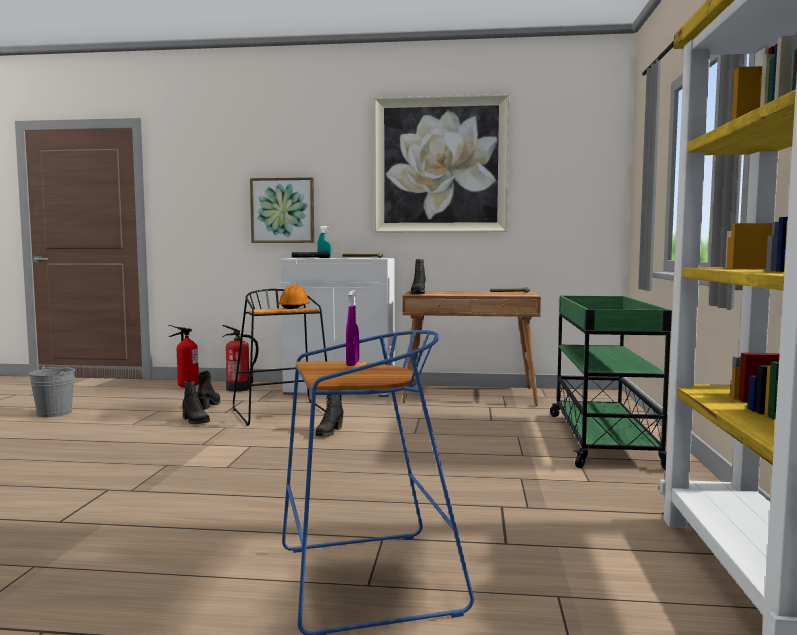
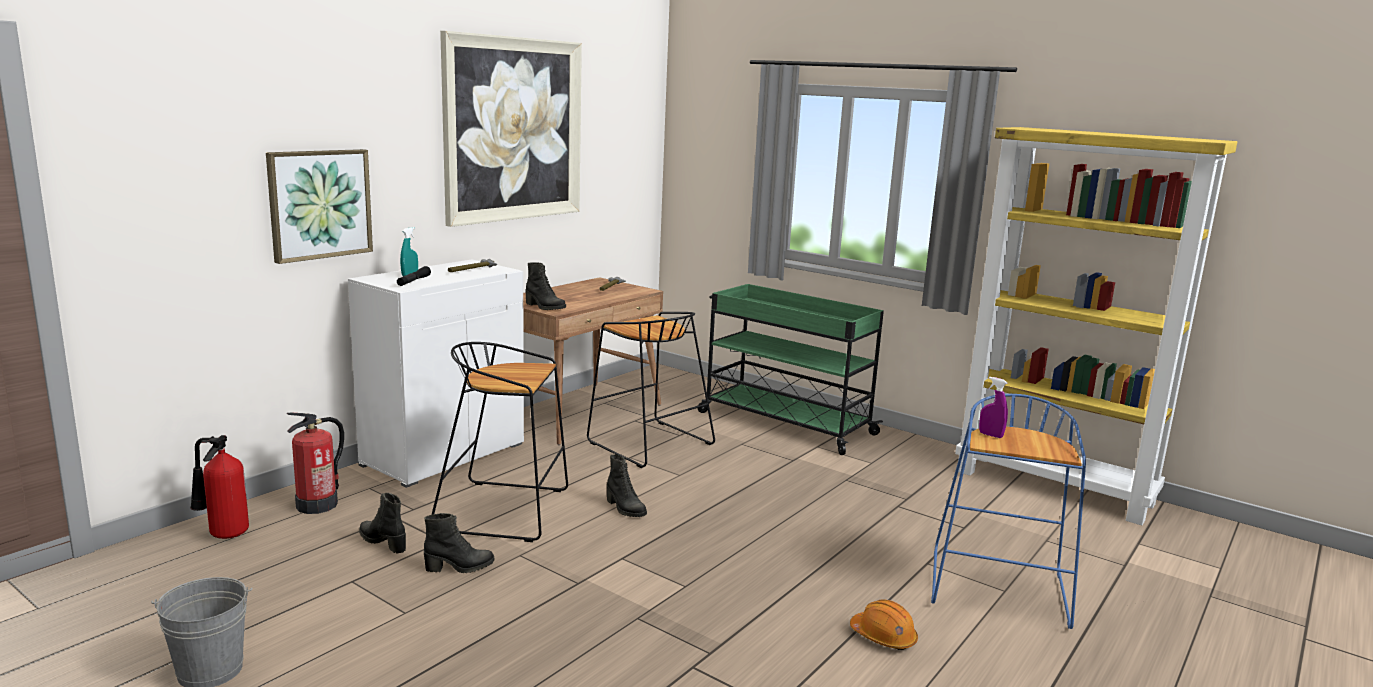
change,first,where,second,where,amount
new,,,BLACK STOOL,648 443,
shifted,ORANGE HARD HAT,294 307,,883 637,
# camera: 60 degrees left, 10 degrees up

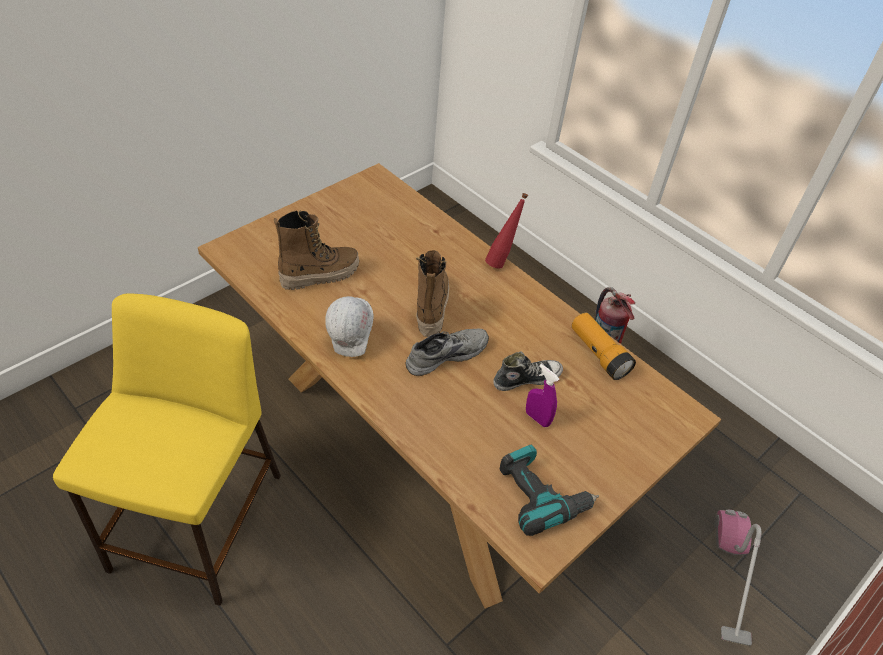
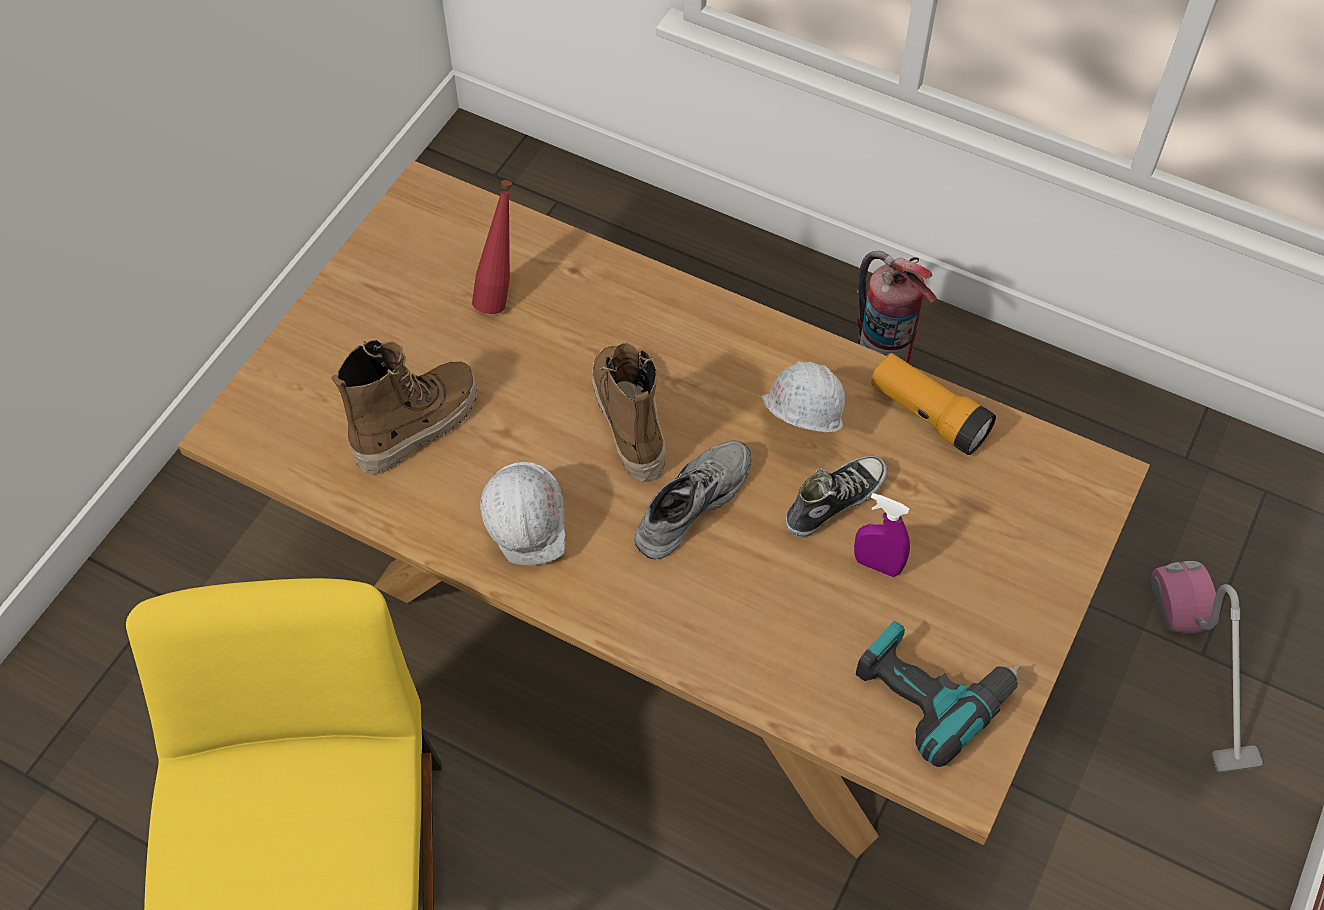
change,first,where,second,where,amount
new,,,WHITE HARD HAT,797 430,
shifted,RED BOTTLE,501 261,,500 294,
# camera: 15 degrees left, 10 degrees up

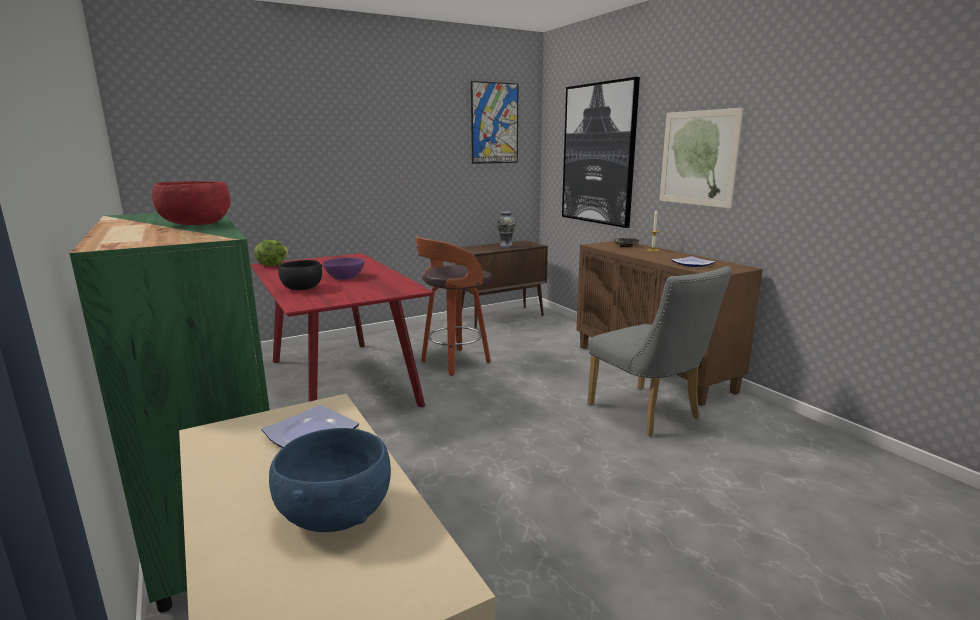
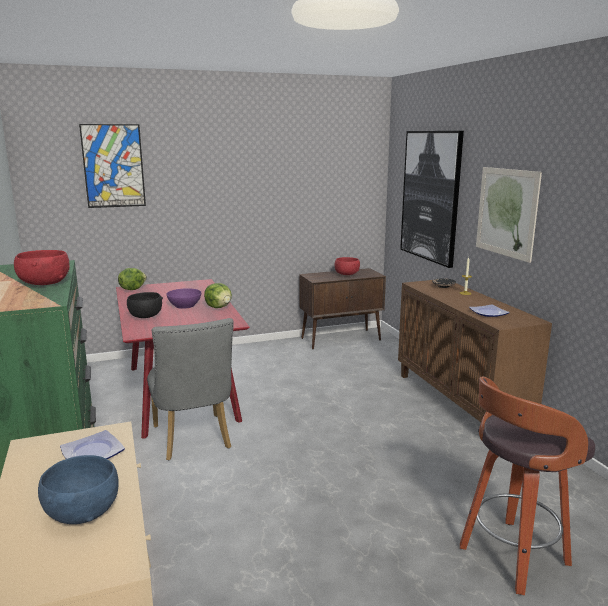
change,first,where,second,where,amount
new,,,LETTUCE,219 307,
shifted,STOOL,454 363,,512 557,
shifted,PICTURE,494 123,,113 166,
shifted,GREY CHAIR,649 414,,193 440,
swapped,VASE,506 246,RED BOWL,346 274,
# camera: 10 degrees right, 0 degrees up

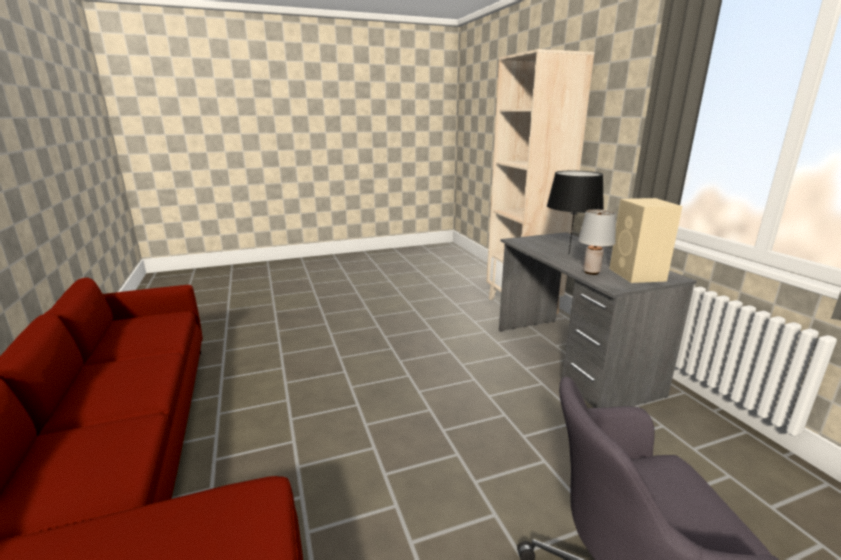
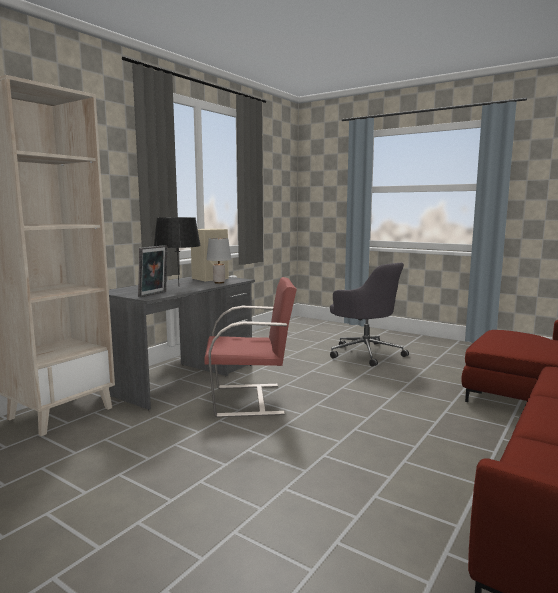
change,first,where,second,where,amount
new,,,PICTURE FRAME,154 294,
new,,,RED CHAIR,250 400,
# camera: 125 degrees left, 10 degrees down

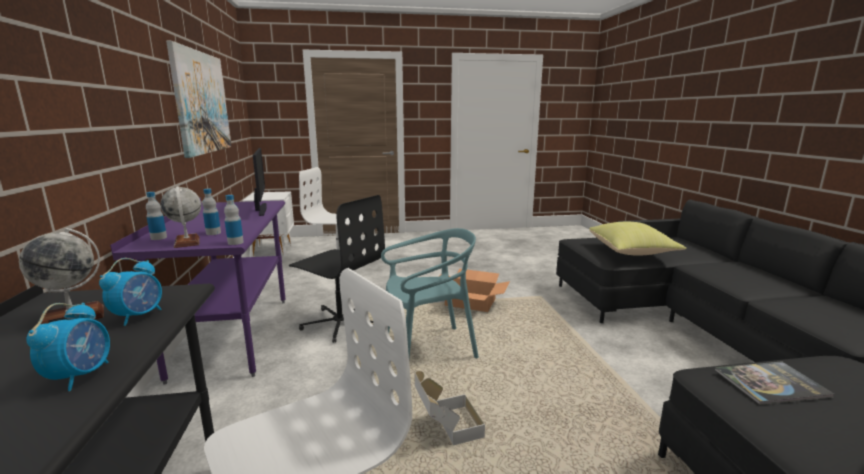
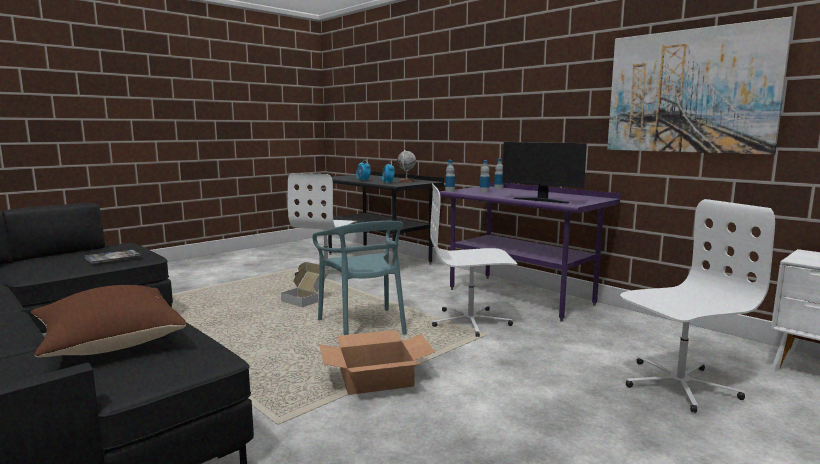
change,first,where,second,where,amount
gone,GLOBE,187 242,,,
repainted,BLACK OFFICE CHAIR,340 322,WHITE OFFICE CHAIR,471 322,
repainted,YELLOW PILLOW,632 253,BROWN PILLOW,109 344,
rotated,TURQUOISE CHAIR,428 349,,363 326,60 degrees counterclockwise
# camera: 145 degrees right, 5 degrees down

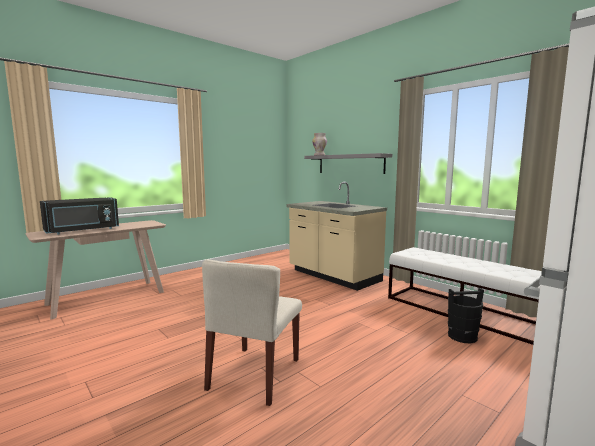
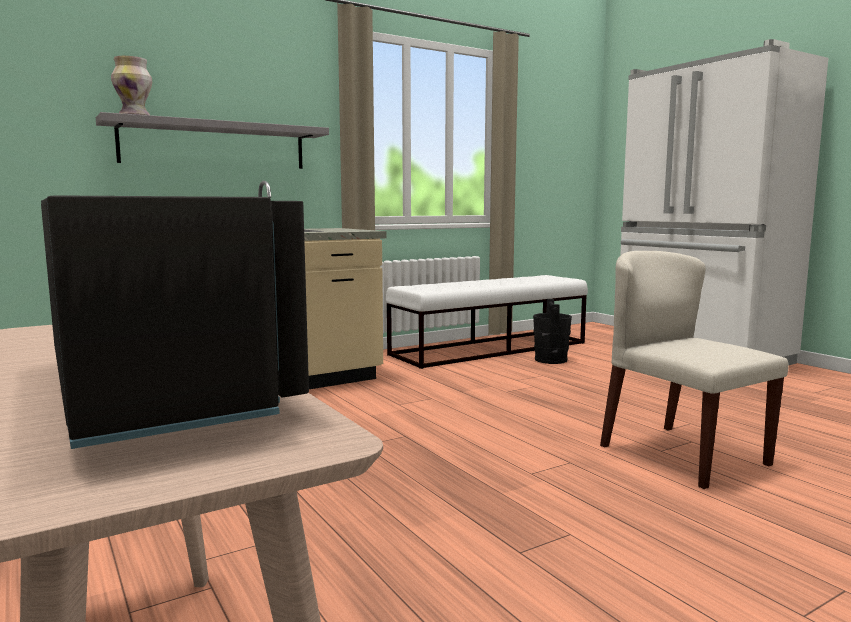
change,first,where,second,where,amount
rotated,BEIGE CHAIR,255 374,,681 454,150 degrees counterclockwise
# camera: 80 degrees left, 0 degrees up

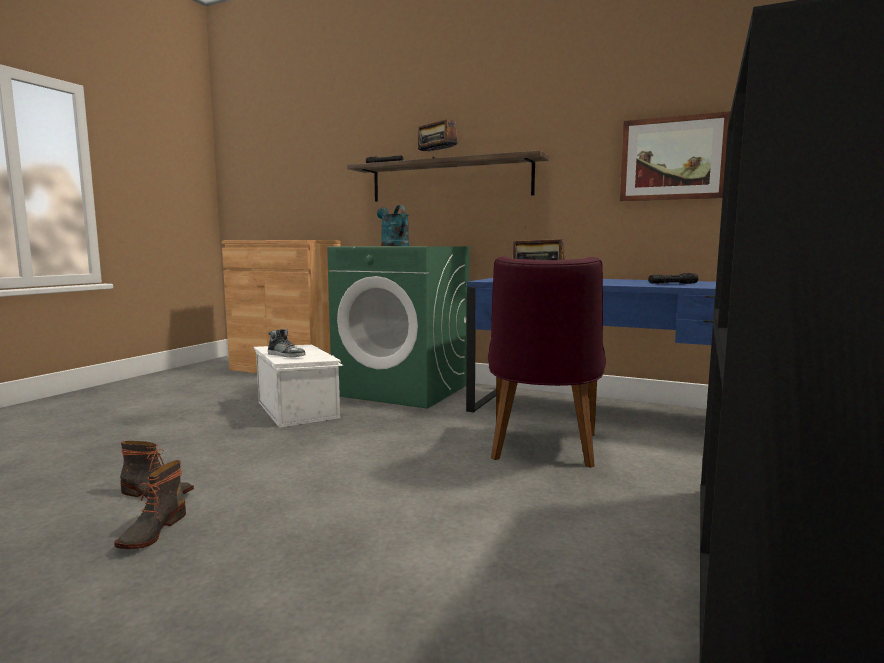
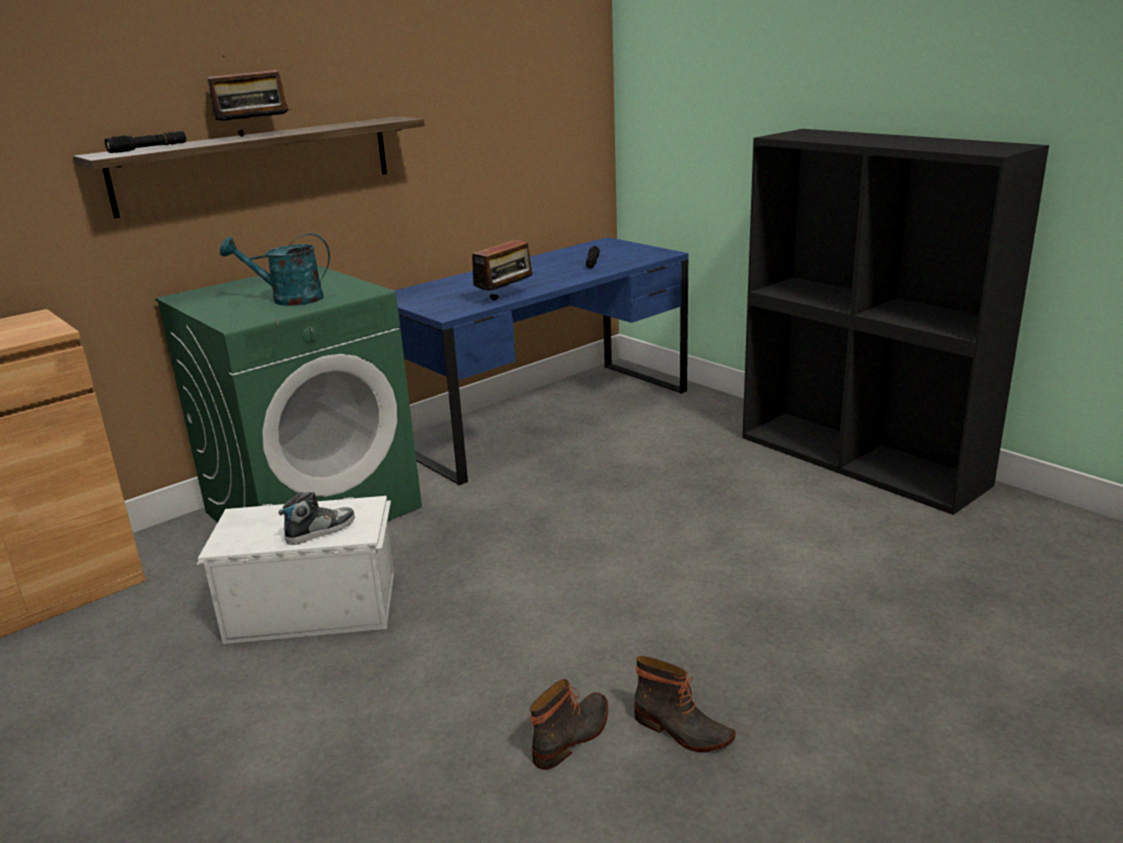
change,first,where,second,where,amount
gone,PURPLE CHAIR,542 450,,,
gone,PICTURE,673 159,,,
# camera: 65 degrees left, 15 degrees up

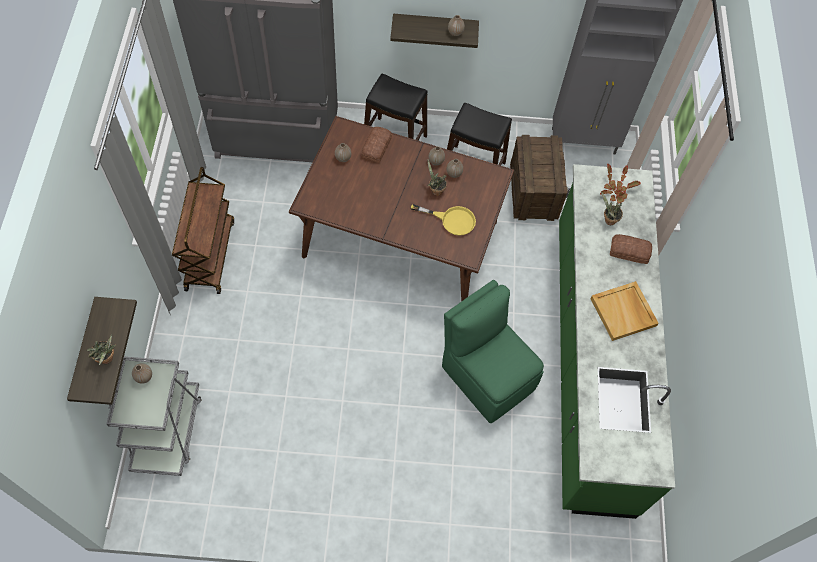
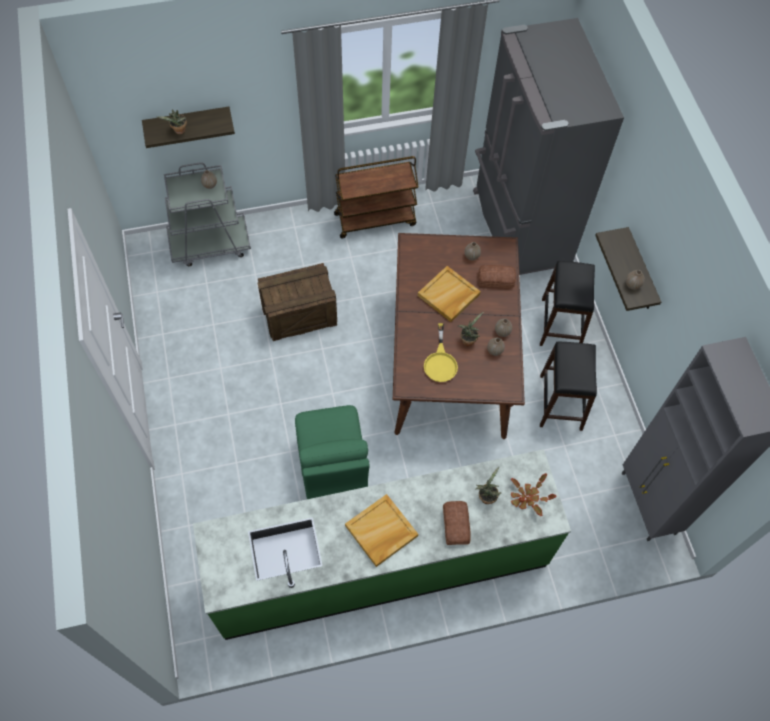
change,first,where,second,where,amount
new,,,BEIGE TRAY,448 295,
shifted,CRATE,533 191,,300 315,
rotated,GREEN CHAIR,486 375,,332 469,135 degrees clockwise
# camera: 75 degrees right, 0 degrees up

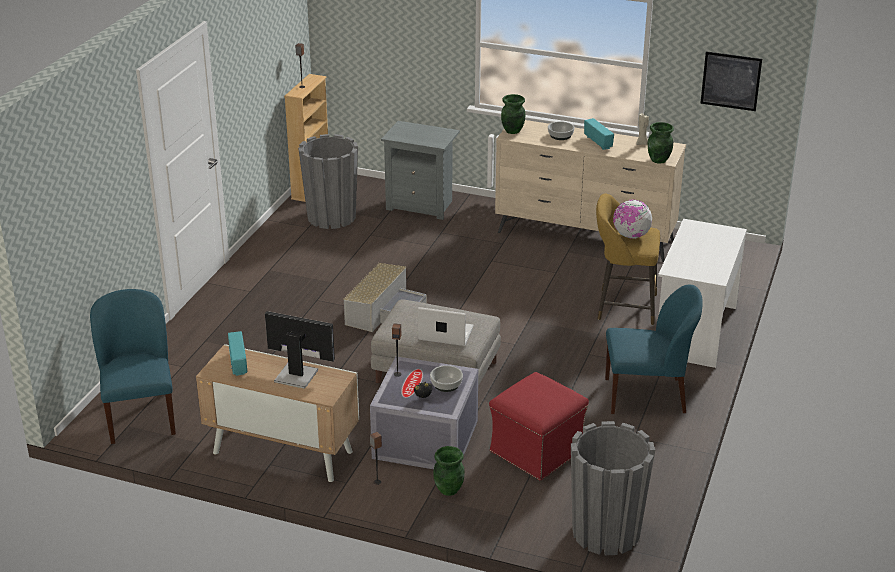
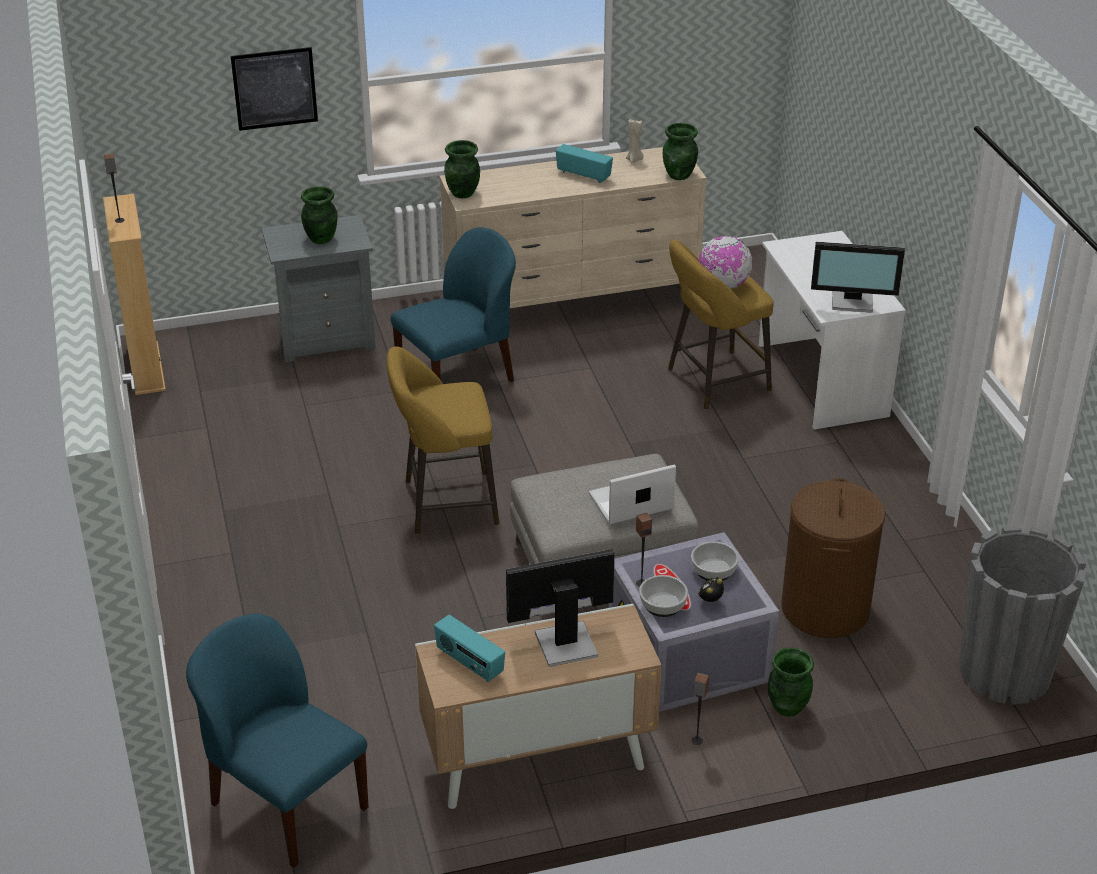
change,first,where,second,where,amount
gone,GREY PLANTER,331 217,,,
new,,,GREEN VASE,321 239,
new,,,MONITOR,853 301,
shifted,BOWL,560 135,,662 604,
shifted,BLUE CHAIR,647 396,,458 378,
shifted,PICTURE,731 81,,274 88,
swapped,GREY STORAGE BOX,385 311,YELLOW STOOL,444 504,
swapped,RED OTTOMAN,536 451,BROWN LAUNDRY BASKET,825 609,
# camera: 35 degrees left, 5 degrees up

